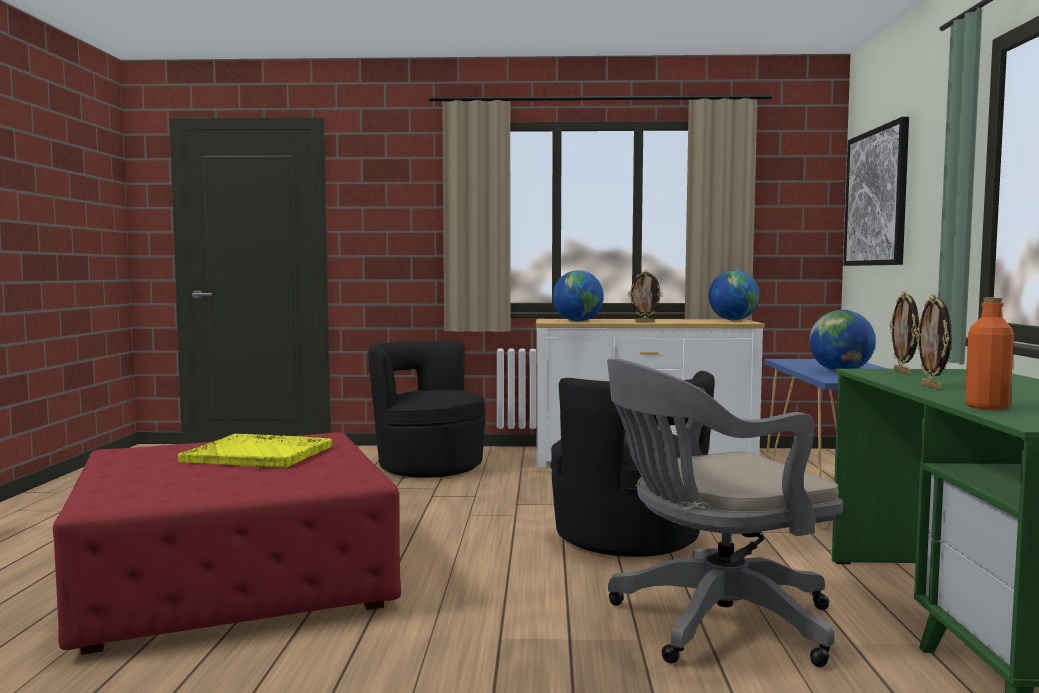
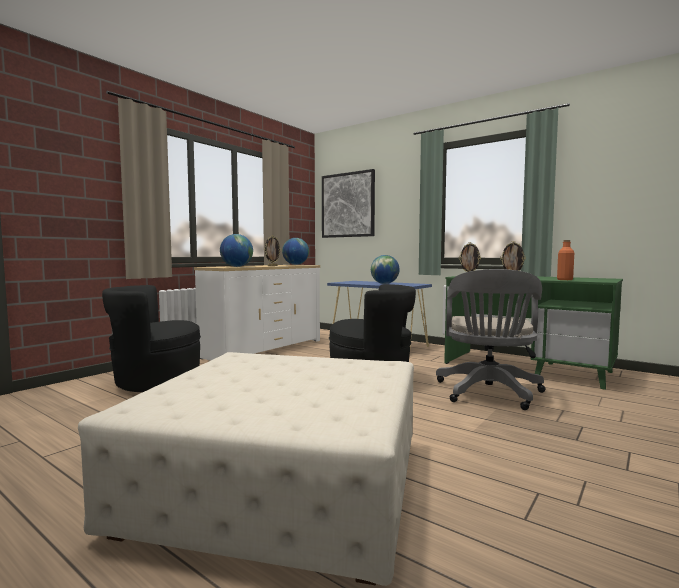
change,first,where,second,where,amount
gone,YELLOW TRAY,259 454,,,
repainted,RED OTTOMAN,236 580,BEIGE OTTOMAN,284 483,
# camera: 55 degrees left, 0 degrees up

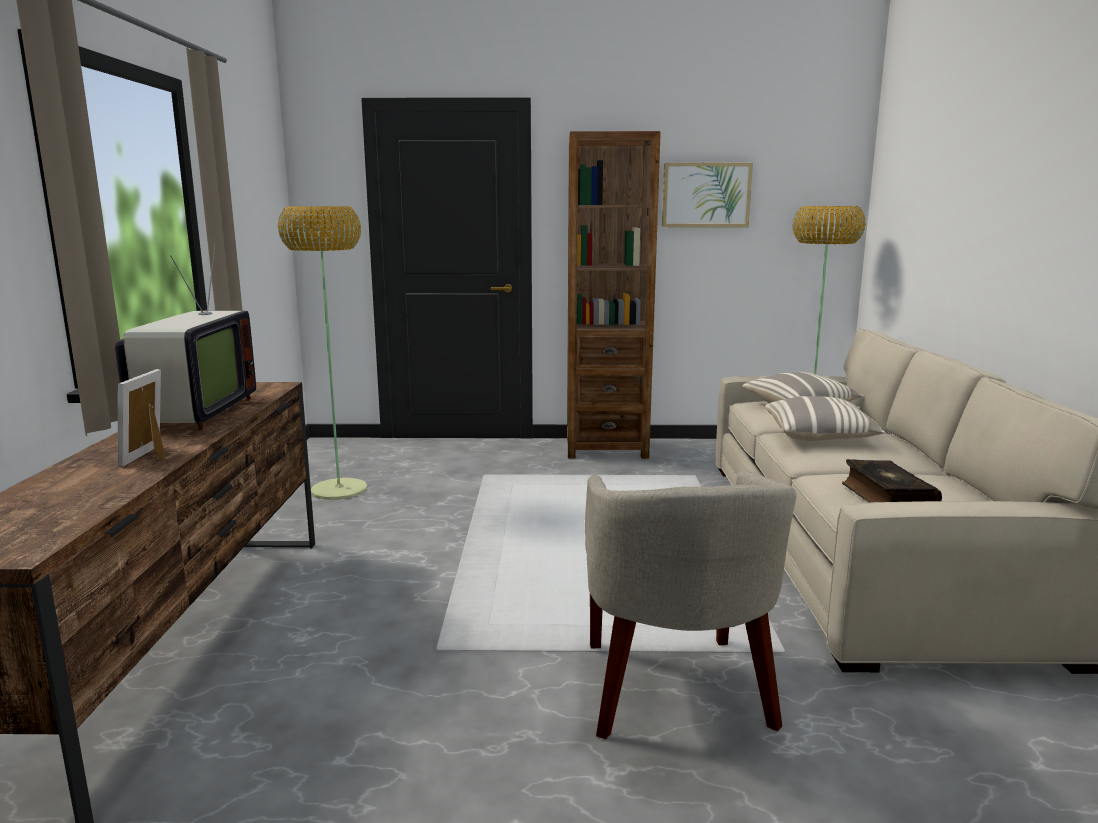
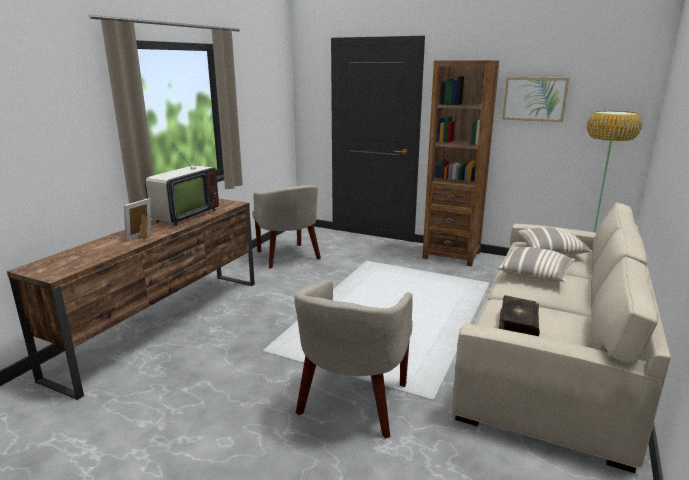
change,first,where,second,where,amount
swapped,FLOOR LAMP,339 489,BEIGE ARMCHAIR,288 256,
# camera: 25 degrees right, 5 degrees up

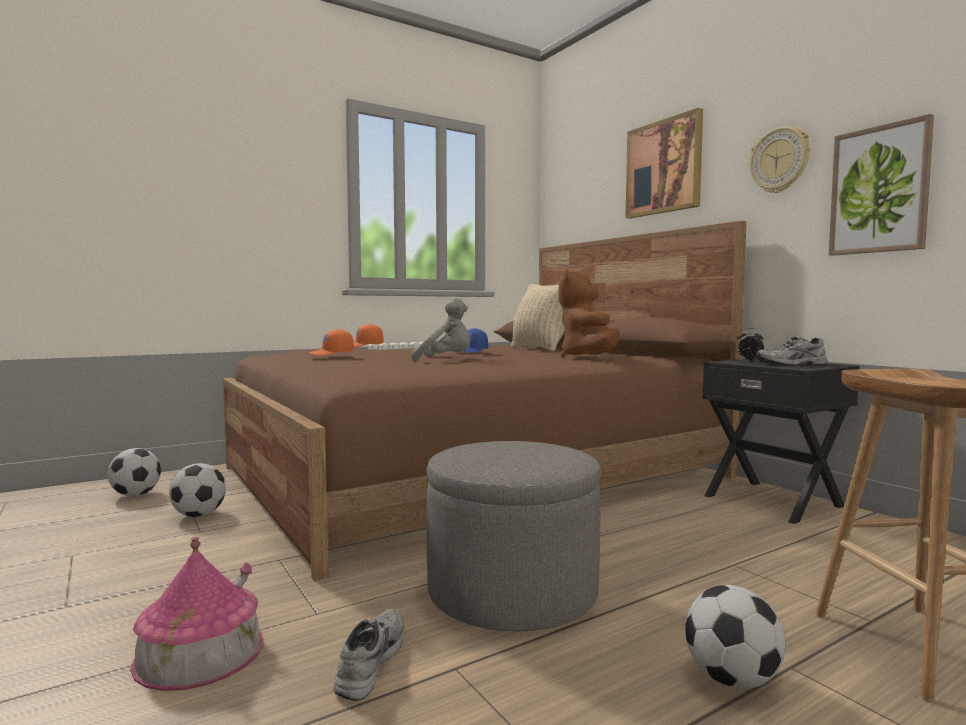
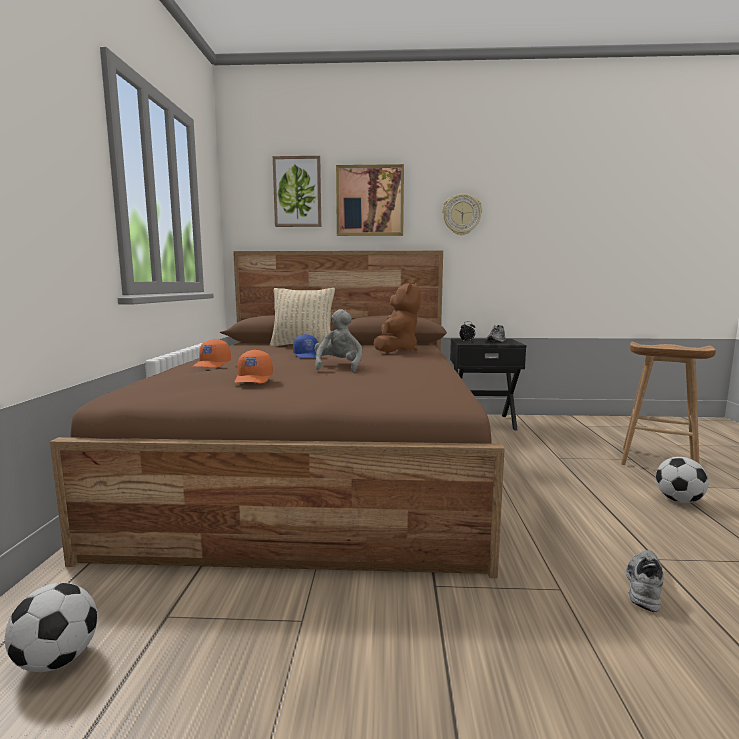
change,first,where,second,where,amount
gone,TOY HOUSE,200 652,,,
gone,FOOTBALL,199 515,,,
gone,GREY OTTOMAN,512 592,,,
shifted,PICTURE,879 190,,297 192,
rotated,GREY SHOE,368 661,,642 585,75 degrees clockwise
rotated,GREY PLUSH TOY,446 360,,338 367,45 degrees counterclockwise
rotated,BROWN PLUSH TOY,588 358,,396 350,120 degrees counterclockwise
# camera: 55 degrees left, 5 degrees up

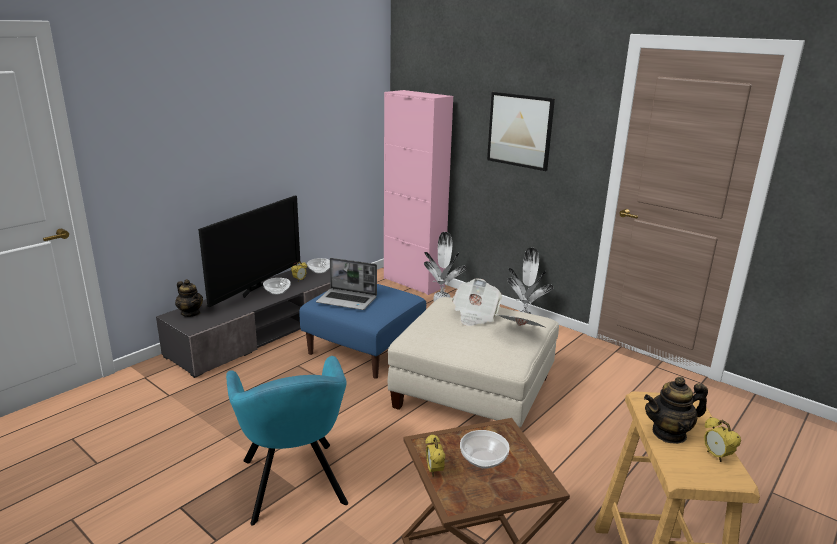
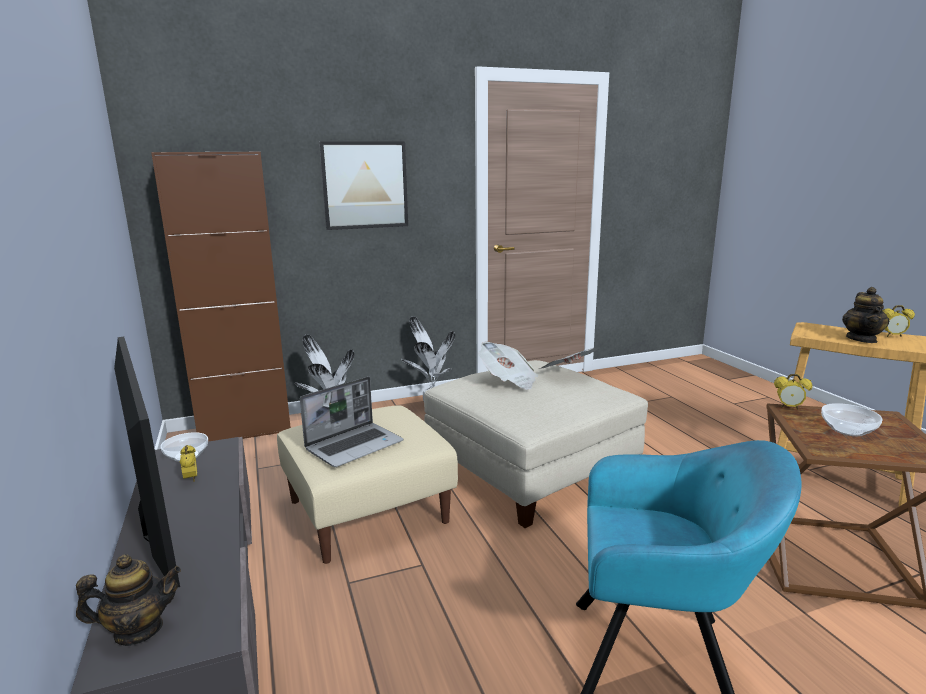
change,first,where,second,where,amount
gone,BOWL,277 291,,,
shifted,ALARM CLOCK,434 471,,789 407,
repainted,BLUE OTTOMAN,365 349,BEIGE OTTOMAN,368 511,
repainted,PINK CABINET,413 282,BROWN CABINET,245 431,
# camera: 60 degrees left, 5 degrees down

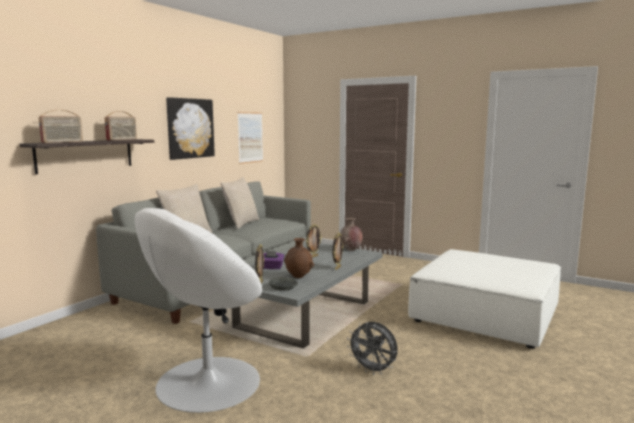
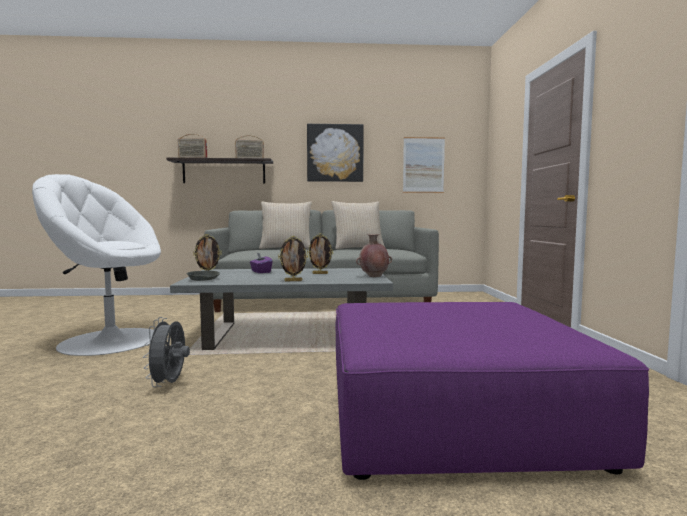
change,first,where,second,where,amount
gone,BROWN VASE,299 276,,,
repainted,WHITE OTTOMAN,485 314,PURPLE OTTOMAN,452 414,
# camera: 55 degrees right, 5 degrees down

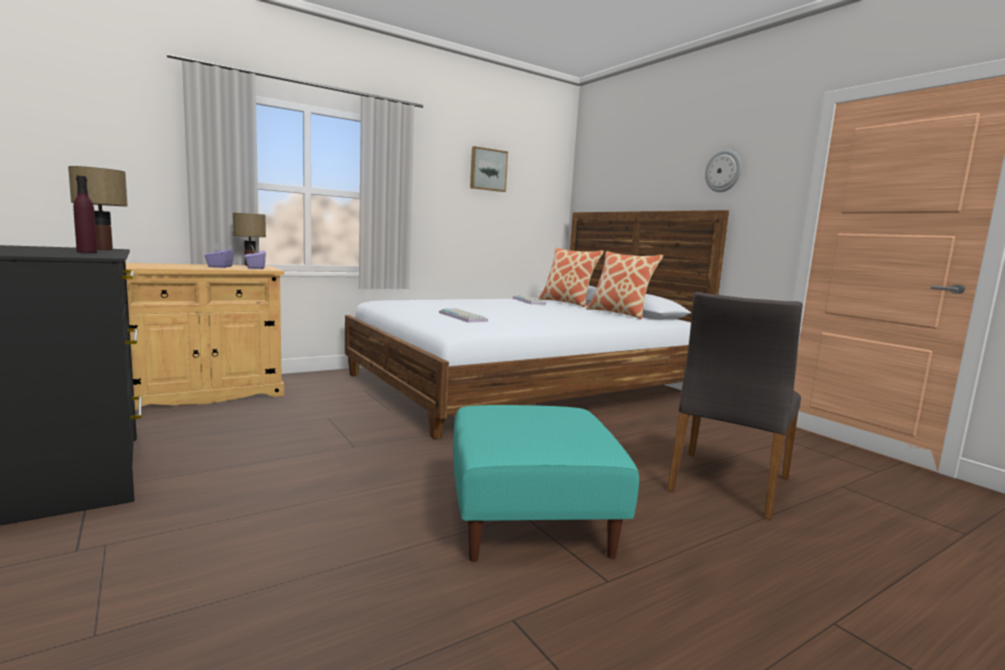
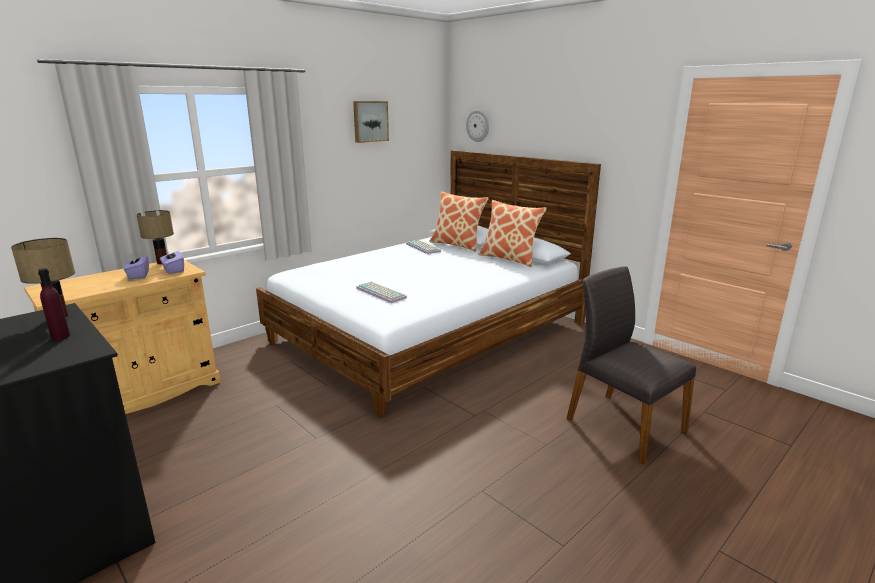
change,first,where,second,where,amount
gone,TURQUOISE OTTOMAN,531 519,,,
shifted,WALL CLOCK,723 171,,478 125,
rotated,GREY CHAIR,727 483,,623 425,120 degrees clockwise
# camera: 10 degrees left, 10 degrees up

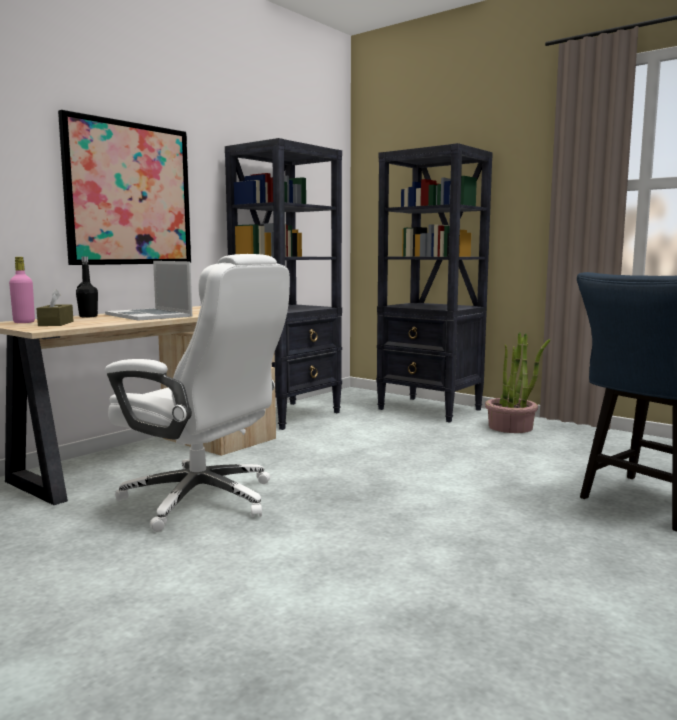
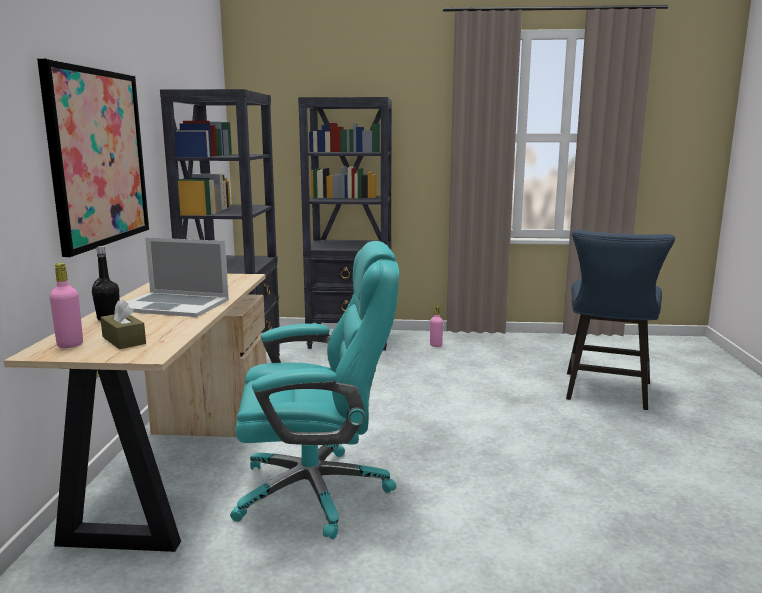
change,first,where,second,where,amount
swapped,POTTED PLANT,511 427,PINK BOTTLE,436 345,
repainted,WHITE OFFICE CHAIR,203 500,TURQUOISE OFFICE CHAIR,316 491,
# camera: 35 degrees left, 5 degrees up

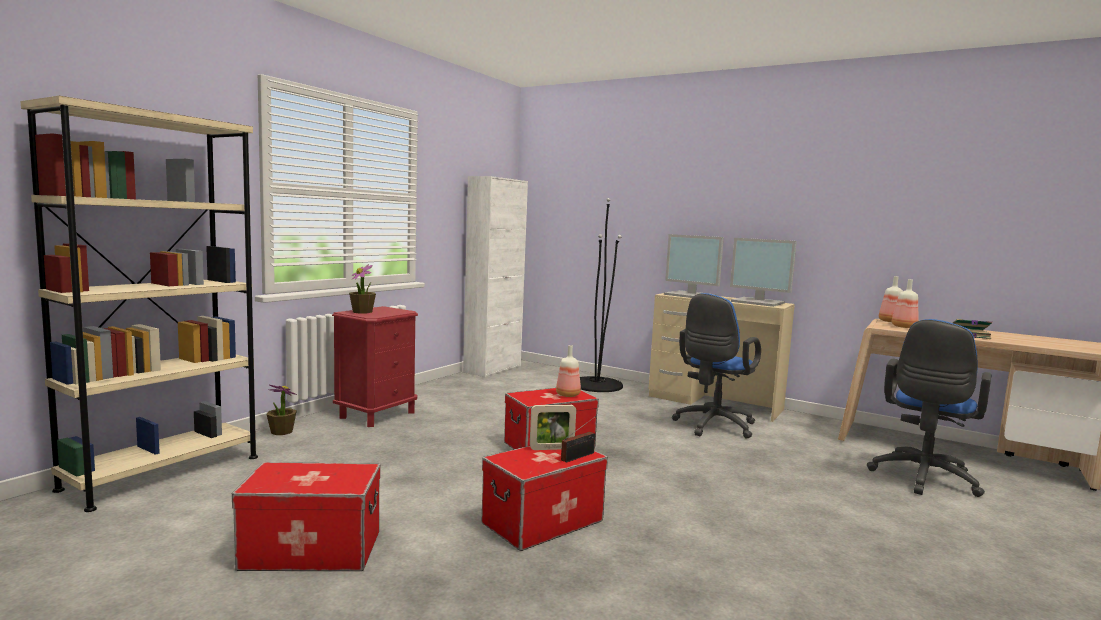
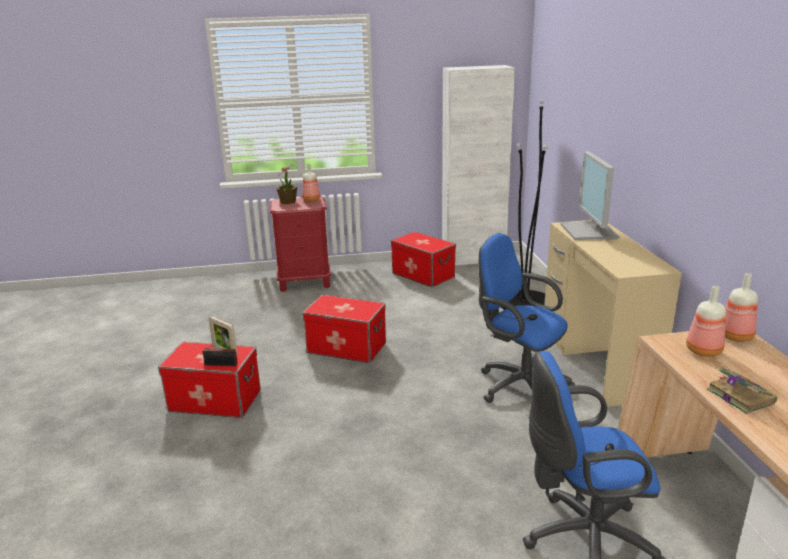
change,first,where,second,where,amount
gone,BEIGE BOOKCASE,163 473,,,
gone,POTTED PLANT,281 432,,,
gone,MONITOR,759 302,,,
shifted,STORAGE BOX,312 550,,423 275,
shifted,BOTTLE,568 394,,312 200,
rotated,BLUE OFFICE CHAIR,712 426,,518 386,45 degrees clockwise
# camera: 50 degrees right, 15 degrees up

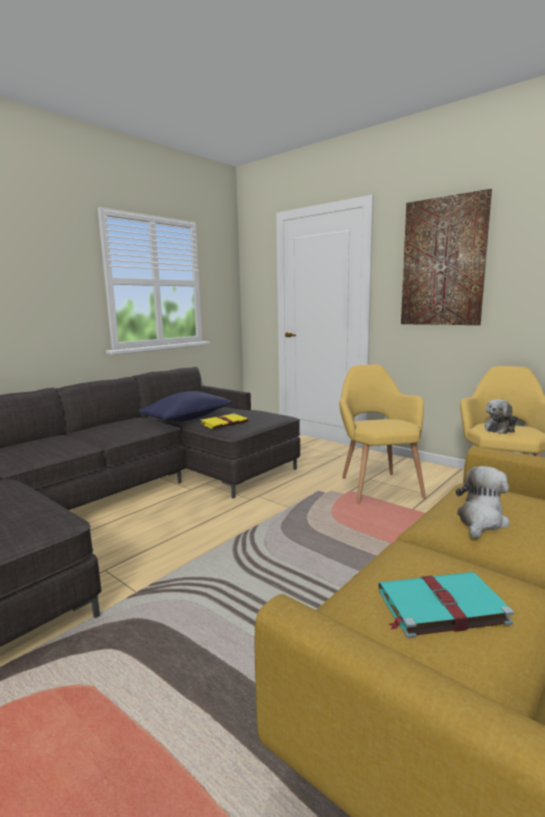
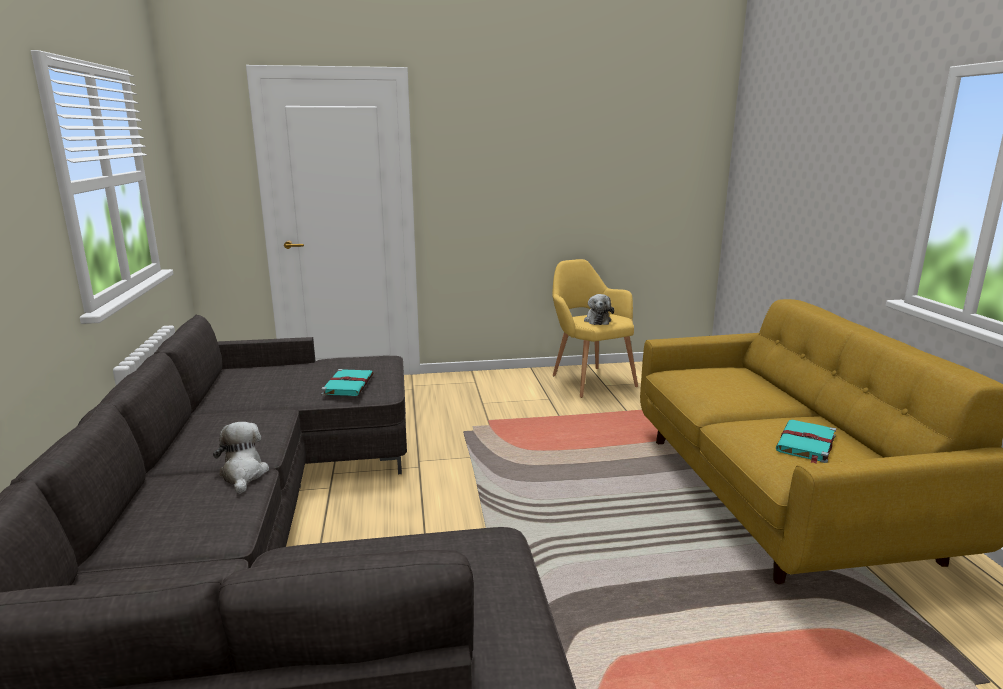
change,first,where,second,where,amount
gone,BLUE PILLOW,187 419,,,
gone,YELLOW ARMCHAIR,376 485,,,
gone,PICTURE,443 262,,,
shifted,PLUSH TOY,480 521,,243 475,
repainted,YELLOW BOOK,224 423,TURQUOISE BOOK,348 384,
# camera: 50 degrees left, 5 degrees up

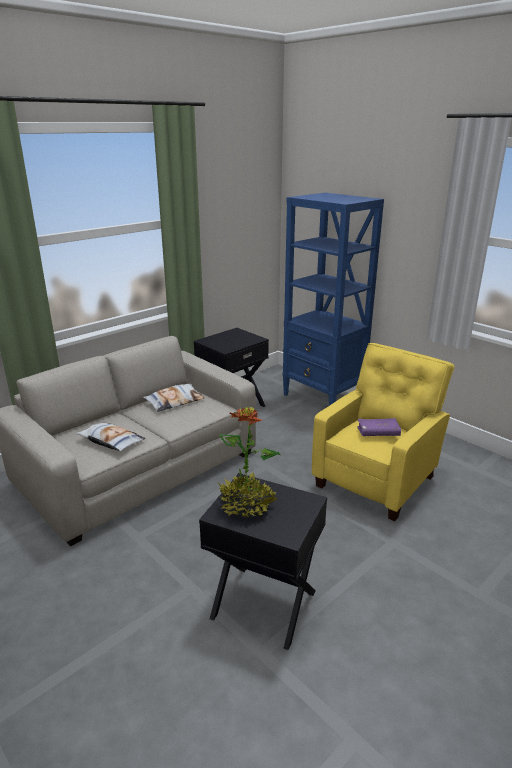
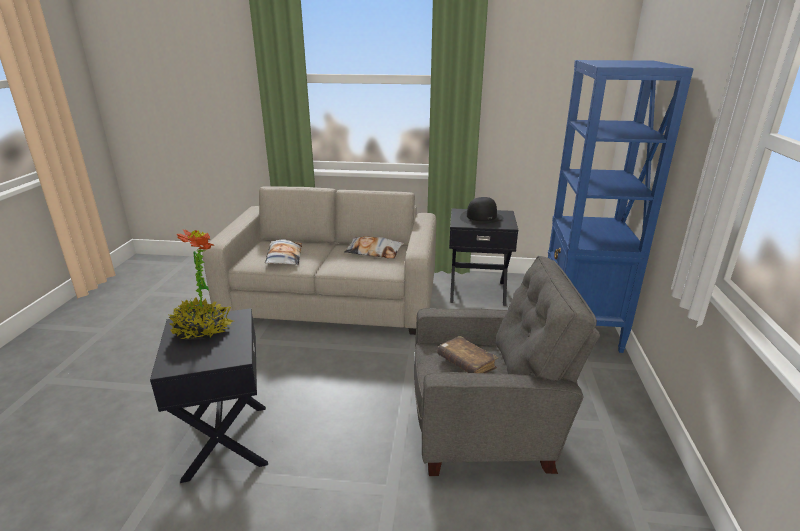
change,first,where,second,where,amount
new,,,BLACK HAT,481 217,
repainted,YELLOW ARMCHAIR,377 480,GREY ARMCHAIR,486 430,
repainted,PURPLE BOOK,378 433,BROWN BOOK,466 363,
# camera: 50 degrees right, 0 degrees up

